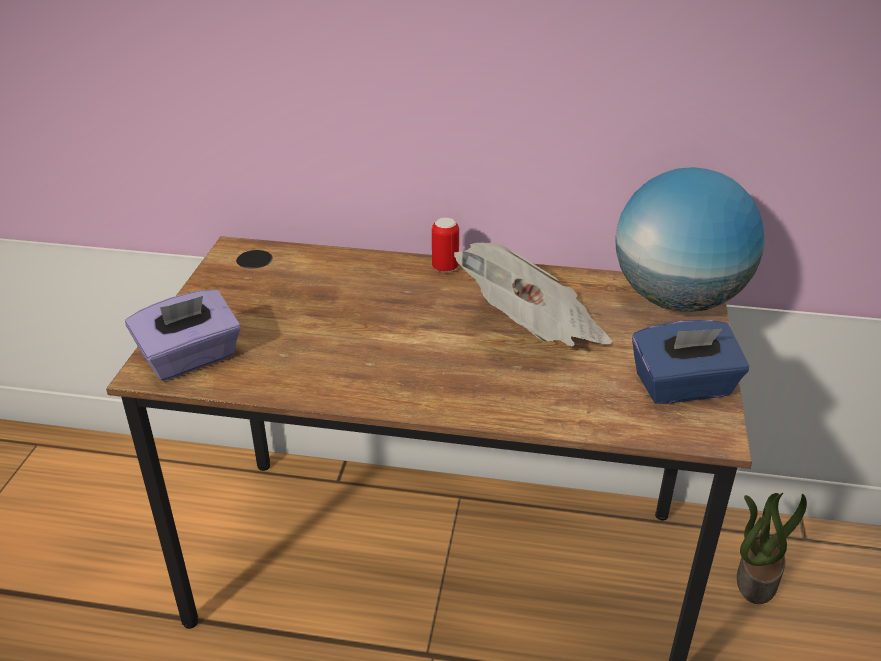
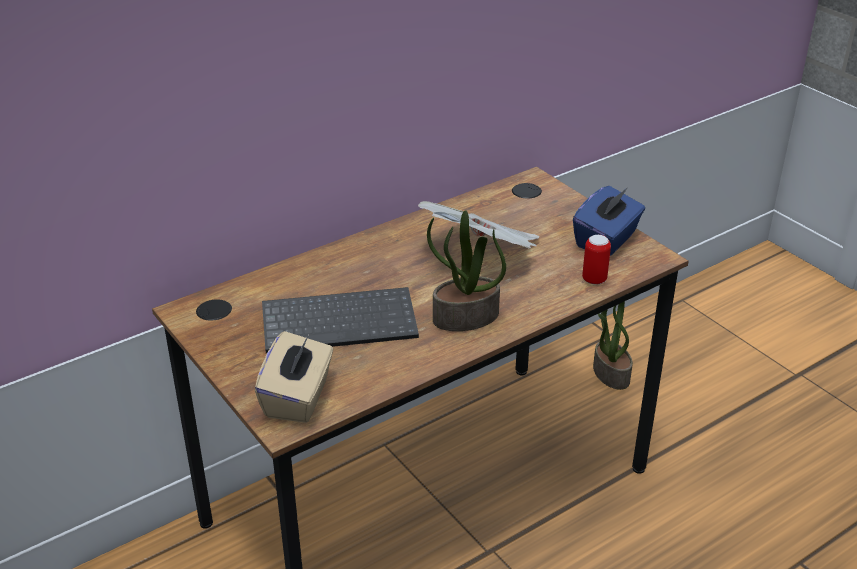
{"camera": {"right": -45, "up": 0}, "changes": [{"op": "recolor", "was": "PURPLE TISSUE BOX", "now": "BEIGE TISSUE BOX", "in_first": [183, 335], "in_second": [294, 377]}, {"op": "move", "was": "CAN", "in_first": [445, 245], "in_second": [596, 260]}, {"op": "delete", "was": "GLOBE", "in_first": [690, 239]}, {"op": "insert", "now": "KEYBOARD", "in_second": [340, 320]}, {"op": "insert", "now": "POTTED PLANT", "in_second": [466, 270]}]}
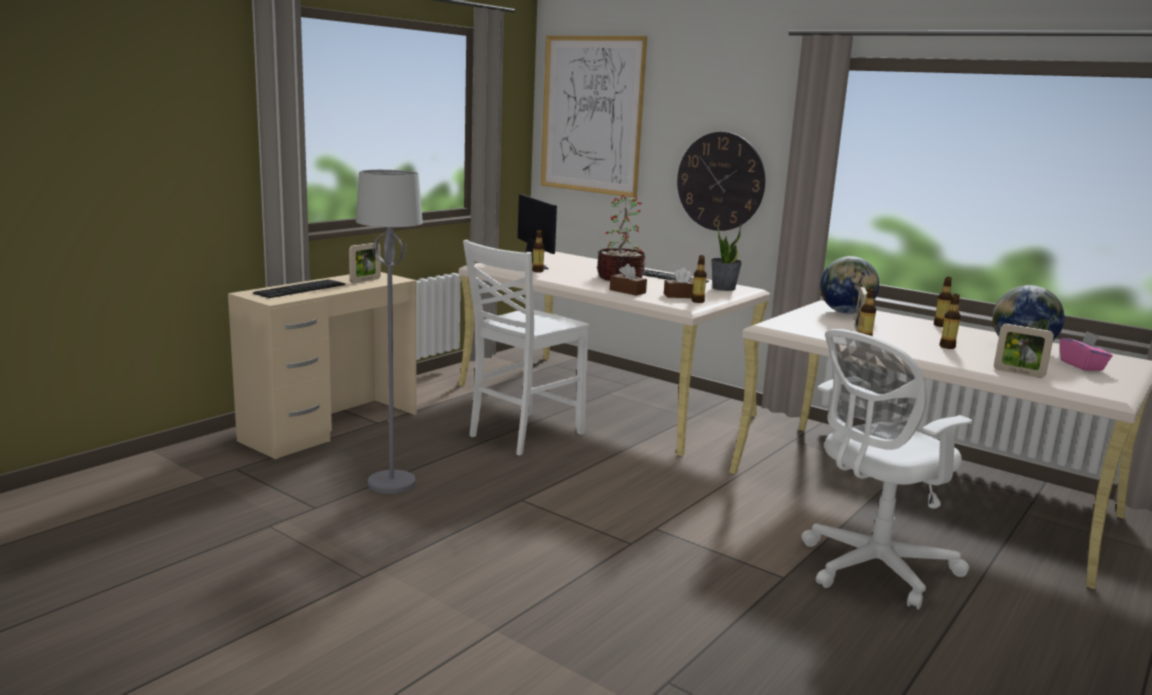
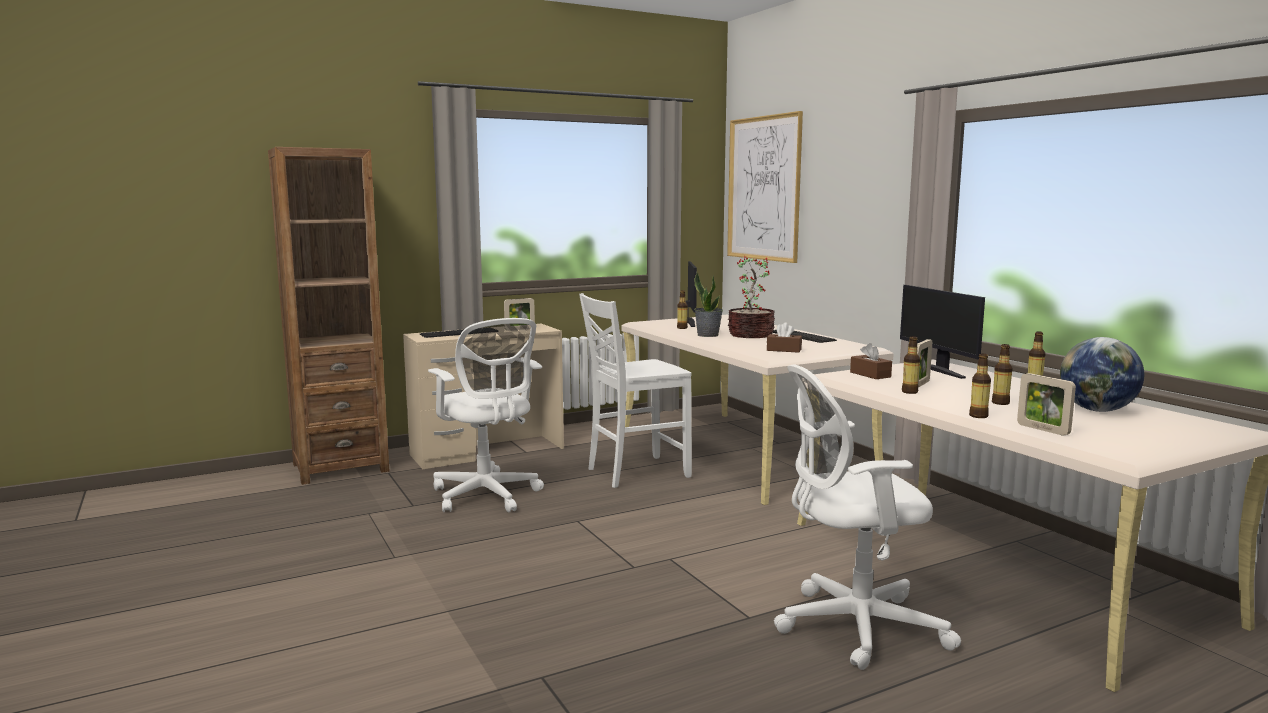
{"camera": {"right": 25, "up": -5}, "changes": [{"op": "replace", "was": "GREY FLOOR LAMP", "now": "WHITE OFFICE CHAIR", "in_first": [389, 332], "in_second": [486, 415]}, {"op": "move", "was": "BROWN TISSUE BOX", "in_first": [628, 280], "in_second": [871, 361]}, {"op": "delete", "was": "WALL CLOCK", "in_first": [721, 181]}, {"op": "move", "was": "BOTTLE", "in_first": [699, 279], "in_second": [980, 386]}, {"op": "move", "was": "POTTED PLANT", "in_first": [726, 255], "in_second": [708, 304]}, {"op": "replace", "was": "GLOBE", "now": "MONITOR", "in_first": [849, 285], "in_second": [942, 332]}, {"op": "delete", "was": "PINK TISSUE BOX", "in_first": [1086, 351]}, {"op": "insert", "now": "BROWN BOOKCASE", "in_second": [329, 316]}]}
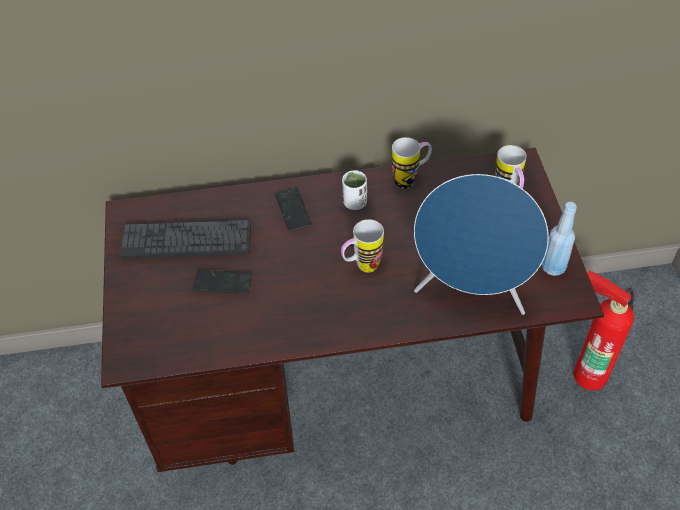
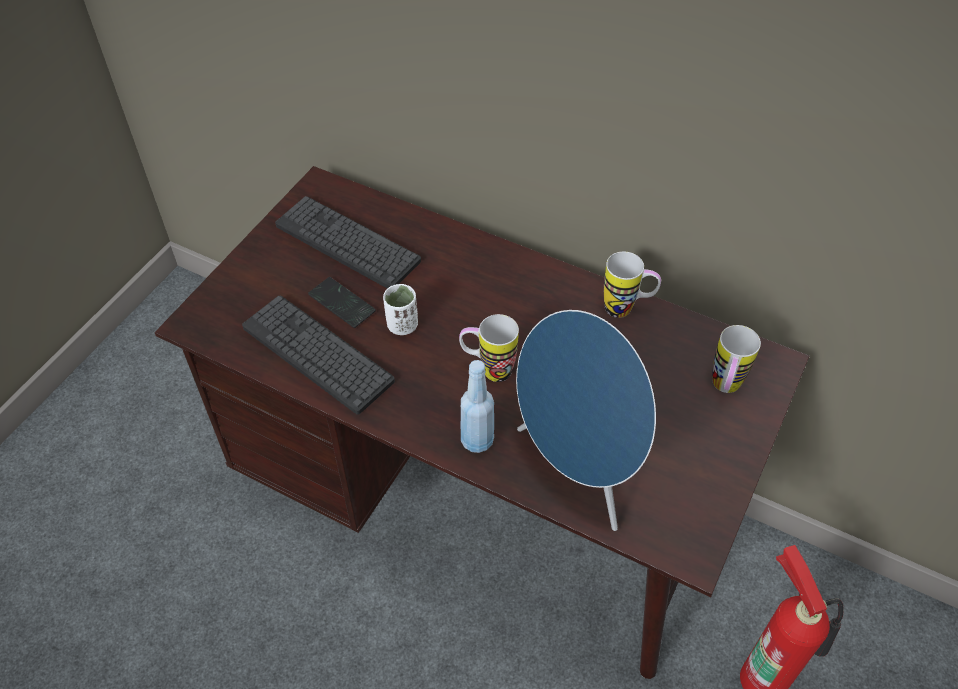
{"camera": {"right": 35, "up": 0}, "changes": [{"op": "delete", "was": "PHONE", "in_first": [293, 210]}, {"op": "move", "was": "WHITE CUP", "in_first": [354, 190], "in_second": [400, 309]}, {"op": "move", "was": "BLUE BOTTLE", "in_first": [559, 239], "in_second": [477, 406]}, {"op": "insert", "now": "KEYBOARD", "in_second": [318, 355]}]}
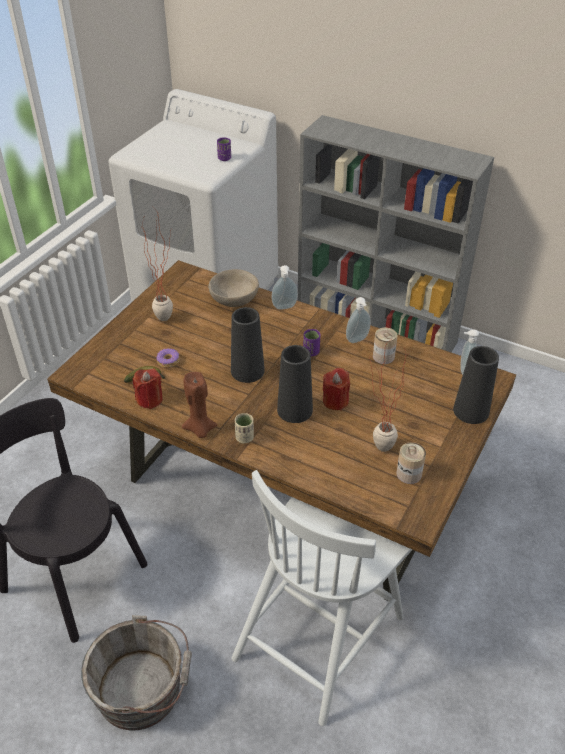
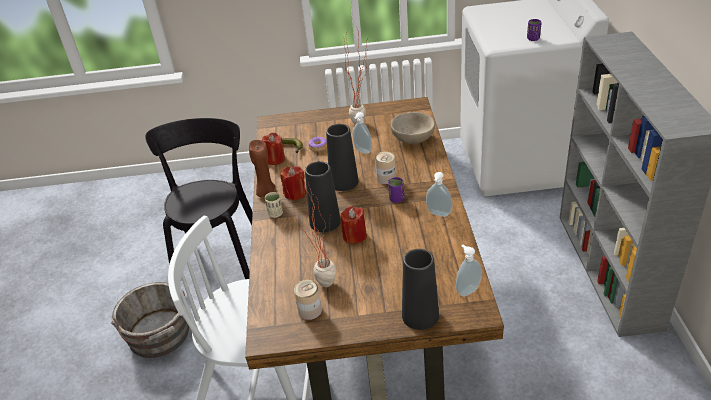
{"camera": {"right": 60, "up": -5}, "changes": [{"op": "move", "was": "SOAP DISPENSER", "in_first": [285, 287], "in_second": [362, 133]}, {"op": "move", "was": "CAN", "in_first": [385, 346], "in_second": [385, 168]}, {"op": "insert", "now": "RED CANDLE", "in_second": [293, 183]}]}
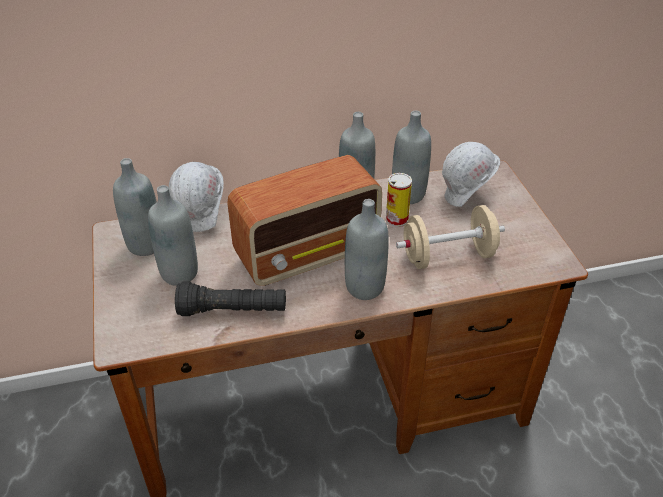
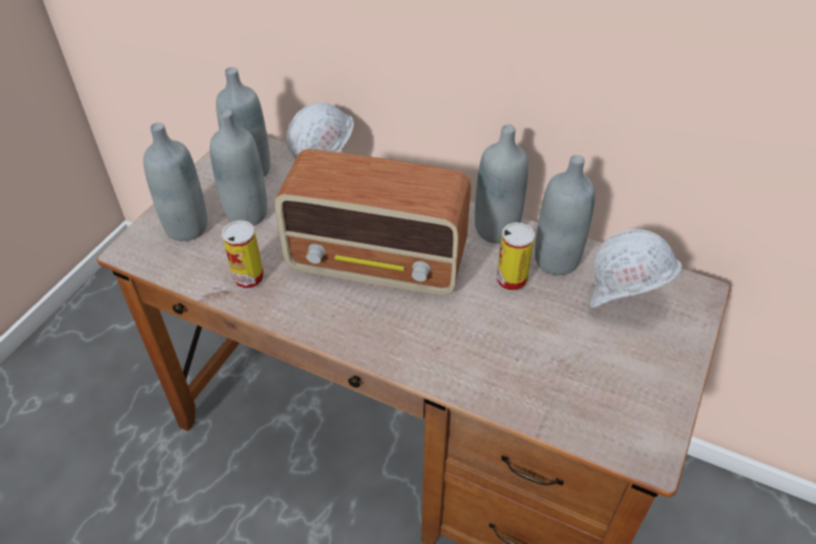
{"camera": {"right": 40, "up": 5}, "changes": [{"op": "replace", "was": "BLACK FLASHLIGHT", "now": "CAN", "in_first": [230, 299], "in_second": [243, 255]}, {"op": "move", "was": "GREY BOTTLE", "in_first": [367, 249], "in_second": [175, 182]}, {"op": "delete", "was": "BEIGE DUMBBELL", "in_first": [450, 237]}]}
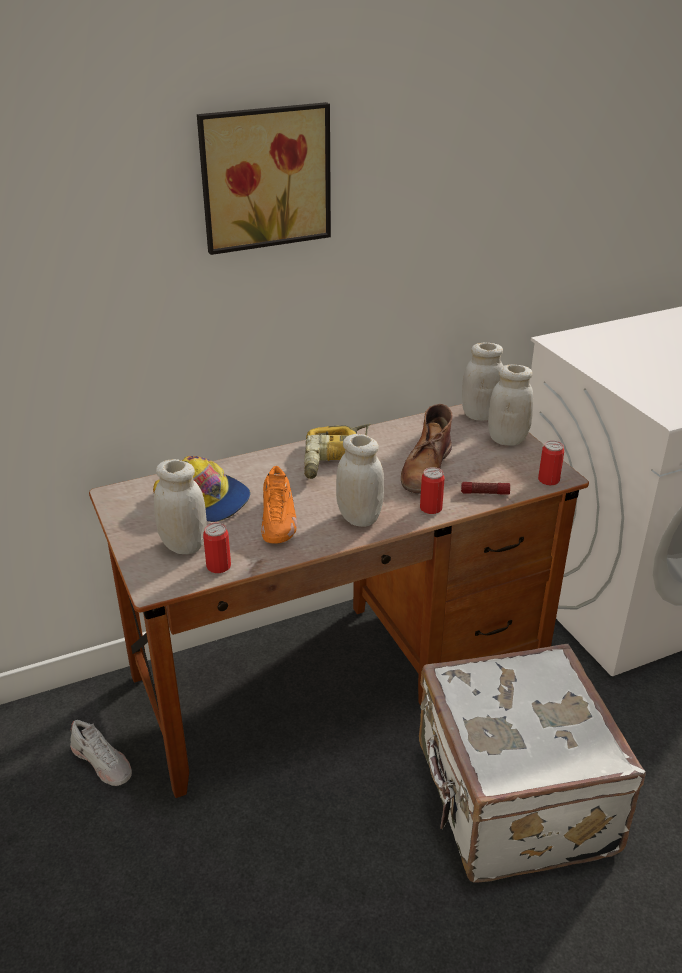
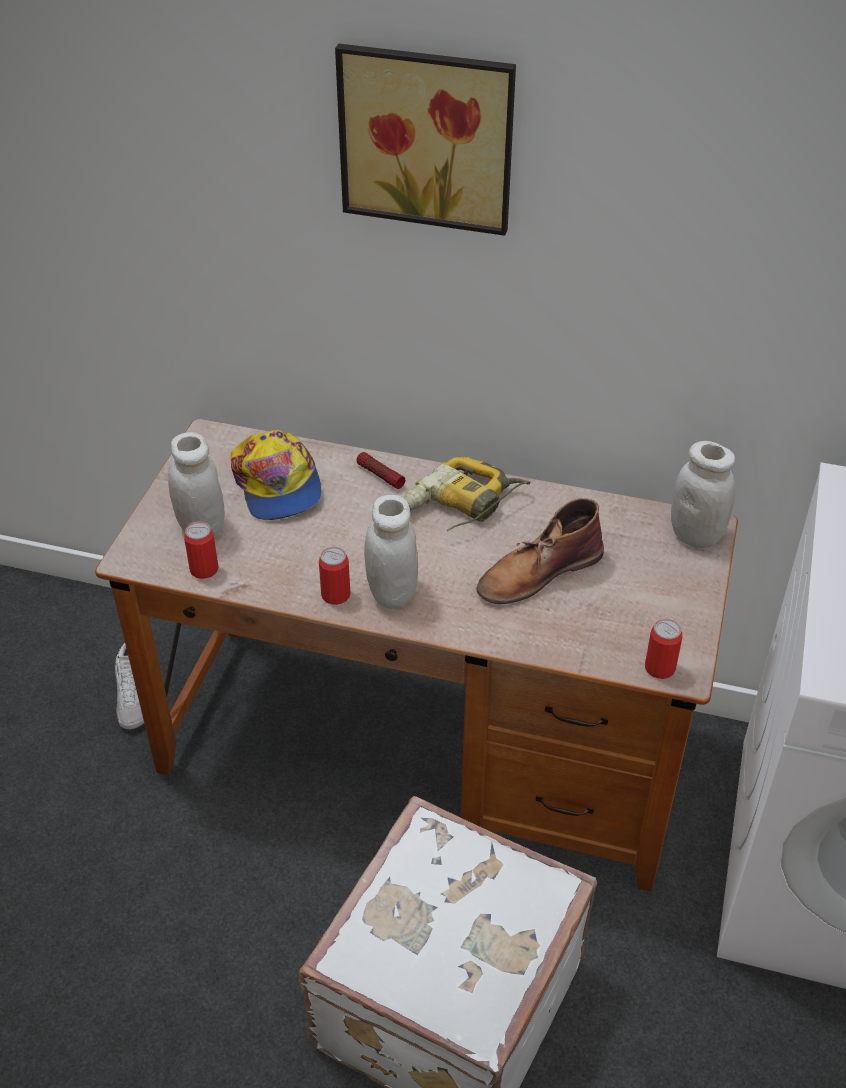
{"camera": {"right": 40, "up": 10}, "changes": [{"op": "delete", "was": "ORANGE SHOE", "in_first": [279, 505]}, {"op": "move", "was": "CAN", "in_first": [432, 490], "in_second": [334, 576]}, {"op": "move", "was": "FLASHLIGHT", "in_first": [485, 488], "in_second": [381, 470]}, {"op": "delete", "was": "WHITE JAR", "in_first": [510, 405]}]}
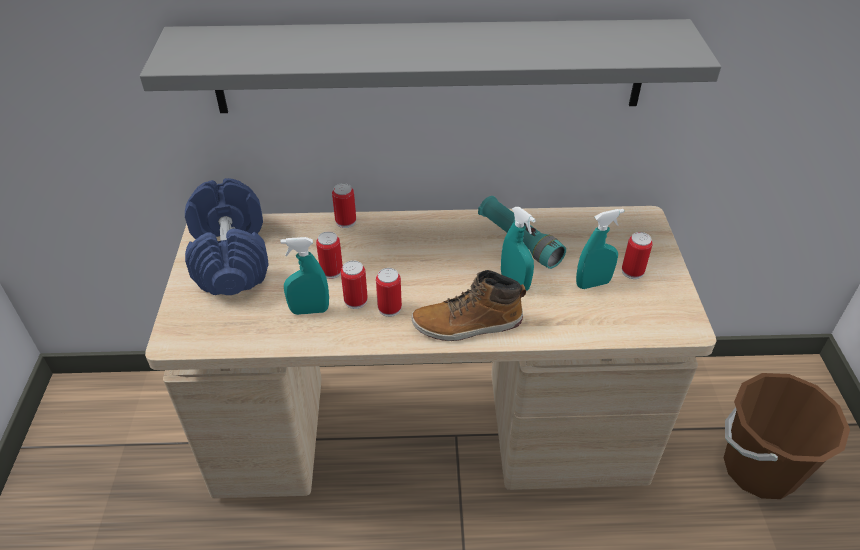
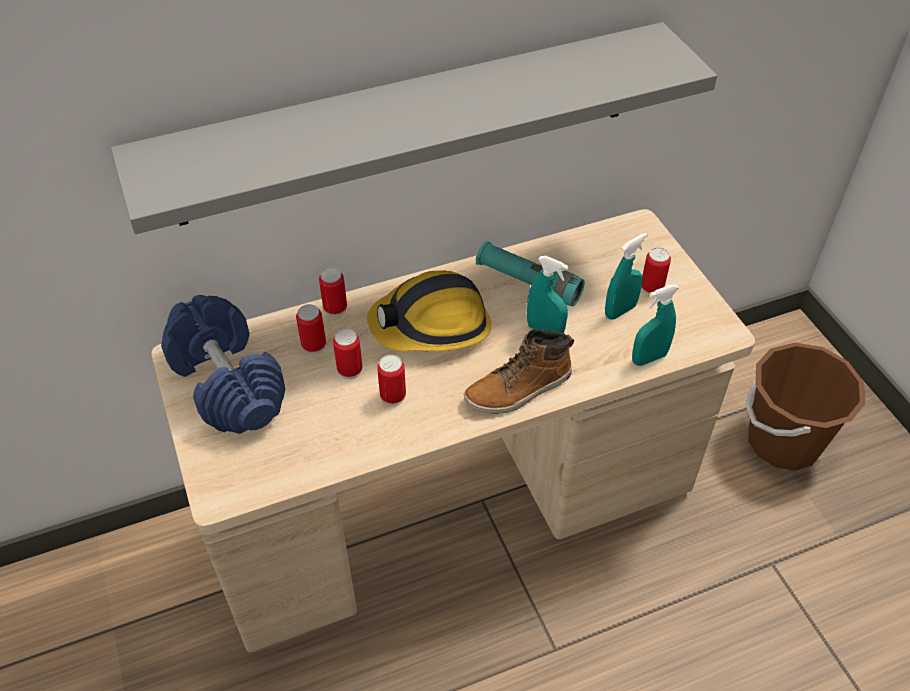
{"camera": {"right": -20, "up": 5}, "changes": [{"op": "move", "was": "TURQUOISE SPRAY BOTTLE", "in_first": [305, 276], "in_second": [655, 325]}, {"op": "move", "was": "CAN", "in_first": [389, 292], "in_second": [311, 329]}, {"op": "insert", "now": "HARD HAT", "in_second": [429, 311]}]}
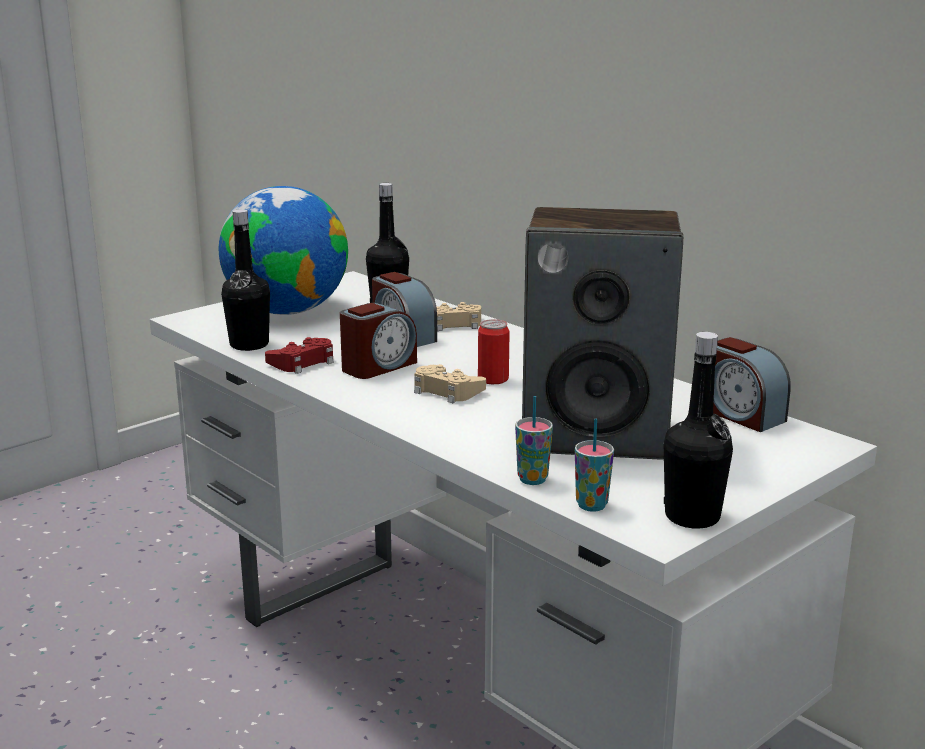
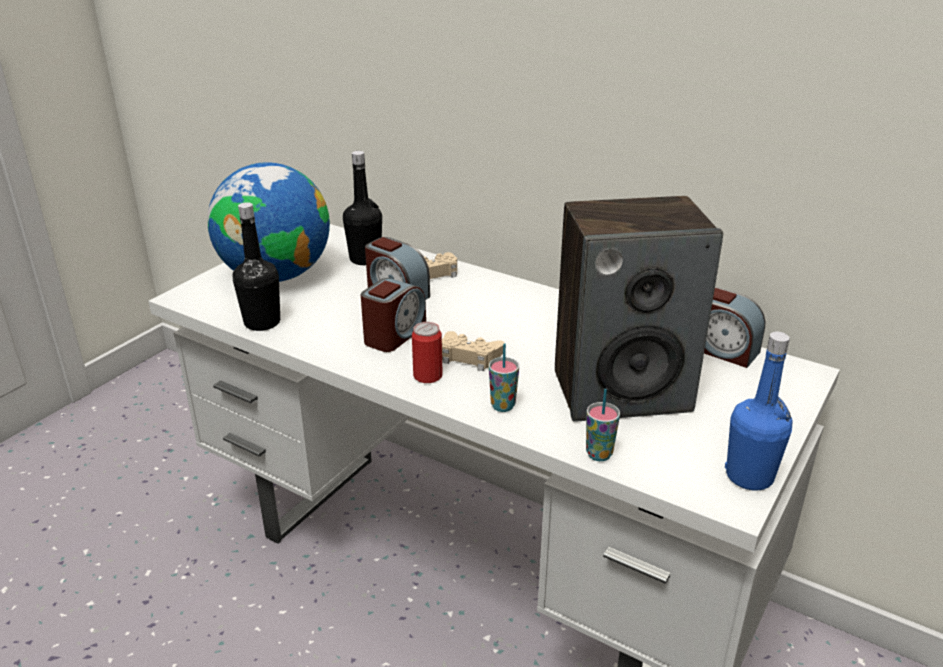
{"camera": {"right": -15, "up": 10}, "changes": [{"op": "delete", "was": "RED GAME CONTROLLER", "in_first": [299, 355]}, {"op": "move", "was": "CAN", "in_first": [494, 351], "in_second": [427, 352]}, {"op": "move", "was": "CUP", "in_first": [594, 465], "in_second": [504, 377]}, {"op": "recolor", "was": "BLACK BOTTLE", "now": "BLUE BOTTLE", "in_first": [698, 430], "in_second": [758, 411]}]}
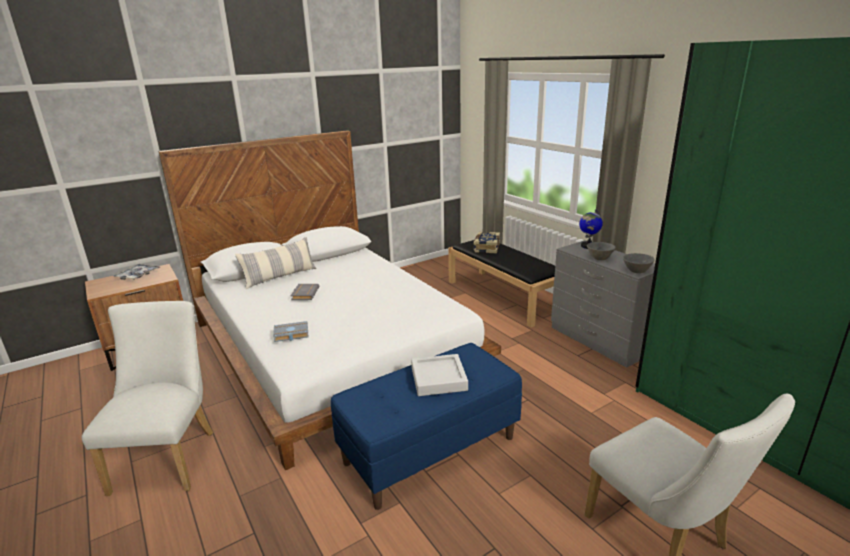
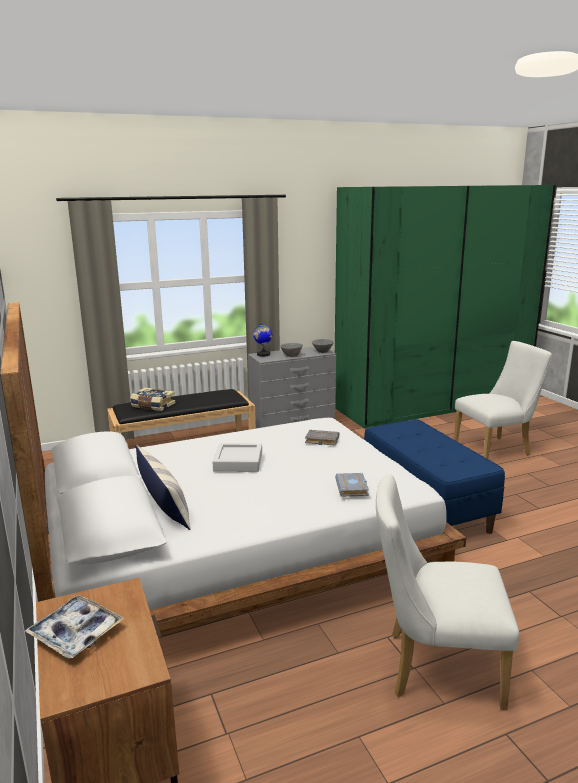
{"camera": {"right": -80, "up": -5}, "changes": [{"op": "move", "was": "GREY BOOK", "in_first": [305, 292], "in_second": [322, 438]}, {"op": "move", "was": "GREY TRAY", "in_first": [439, 375], "in_second": [237, 457]}]}
